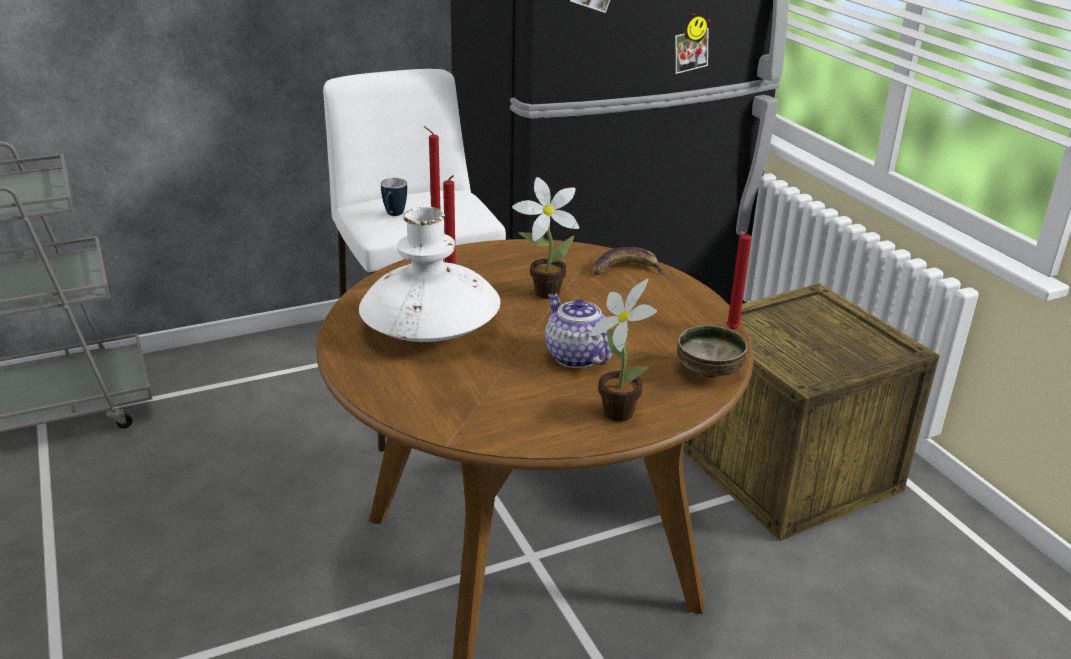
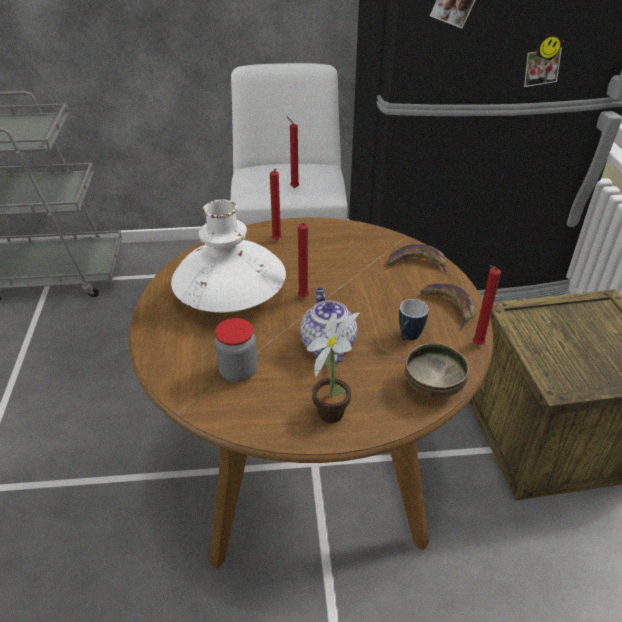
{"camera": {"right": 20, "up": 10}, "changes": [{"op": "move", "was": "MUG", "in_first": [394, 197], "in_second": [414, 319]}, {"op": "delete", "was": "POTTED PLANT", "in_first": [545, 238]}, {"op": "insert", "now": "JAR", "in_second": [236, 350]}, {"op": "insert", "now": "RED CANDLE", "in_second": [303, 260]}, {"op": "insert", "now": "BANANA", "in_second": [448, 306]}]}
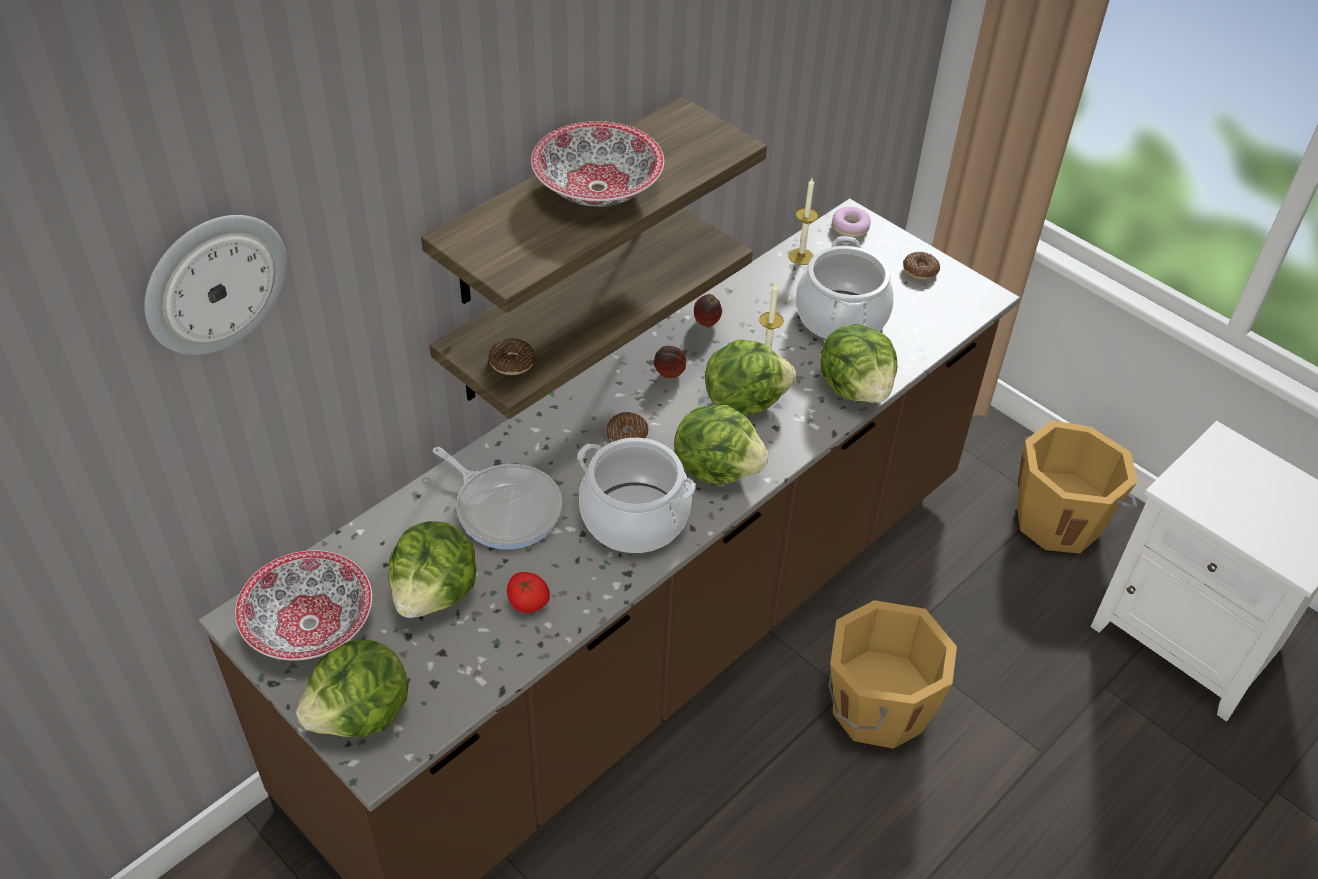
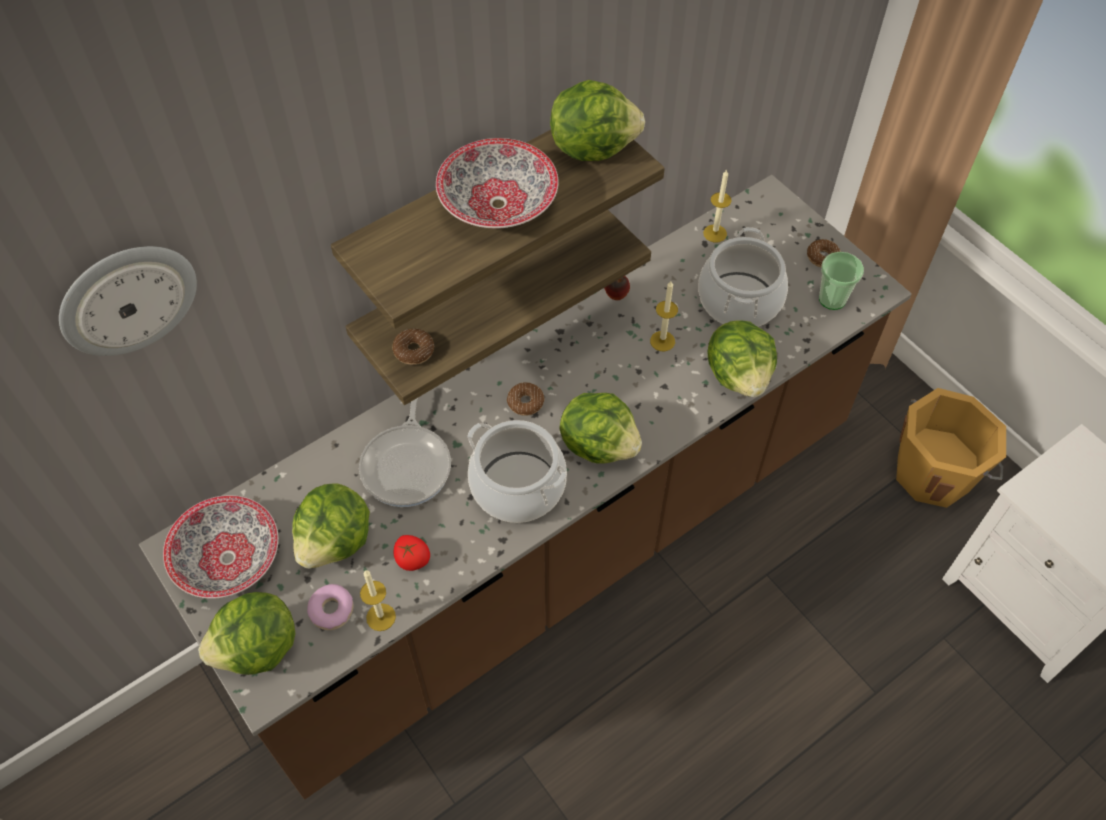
{"camera": {"right": 10, "up": 10}, "changes": [{"op": "rotate", "was": "FRYING PAN", "in_first": [497, 498], "in_second": [405, 452], "clockwise": 45}, {"op": "delete", "was": "APPLE", "in_first": [670, 362]}, {"op": "move", "was": "LETTUCE", "in_first": [750, 377], "in_second": [597, 120]}, {"op": "delete", "was": "ORANGE BUCKET", "in_first": [892, 674]}, {"op": "move", "was": "DONUT", "in_first": [851, 222], "in_second": [330, 607]}, {"op": "insert", "now": "CANDLE", "in_second": [378, 600]}, {"op": "insert", "now": "CUP", "in_second": [841, 281]}]}
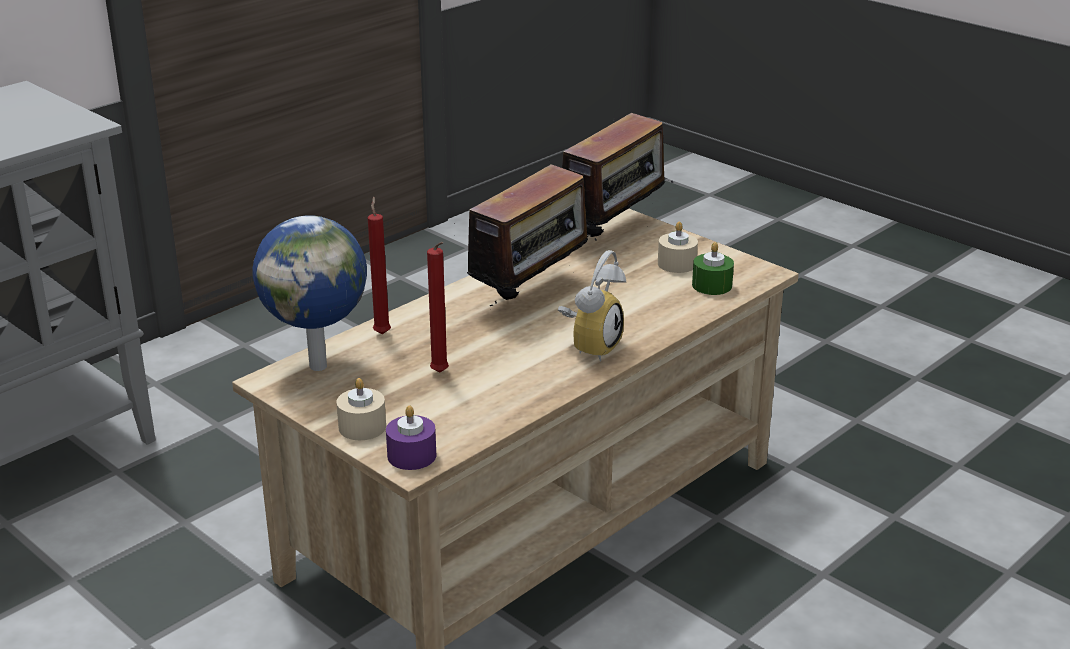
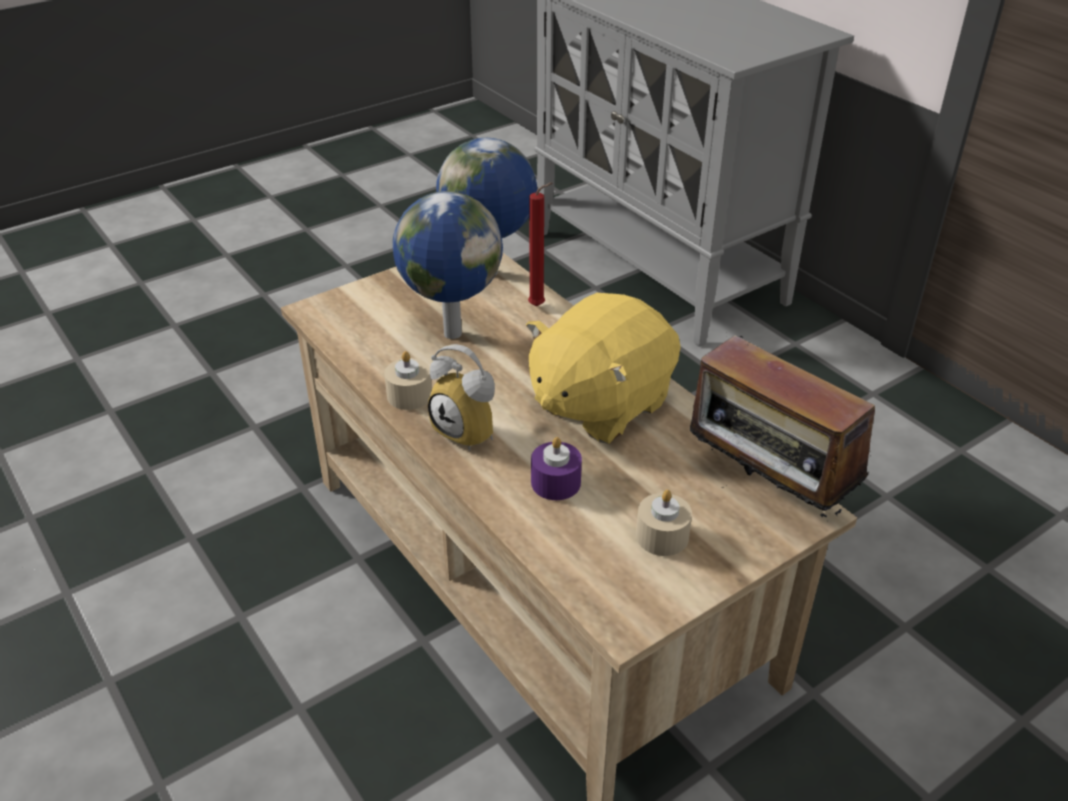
{"camera": {"right": 100, "up": 10}, "changes": [{"op": "move", "was": "BEIGE CANDLE", "in_first": [361, 409], "in_second": [408, 380]}, {"op": "move", "was": "PURPLE CANDLE", "in_first": [411, 437], "in_second": [556, 468]}, {"op": "replace", "was": "RED CANDLE", "now": "GLOBE", "in_first": [438, 307], "in_second": [448, 265]}, {"op": "replace", "was": "RADIO", "now": "YELLOW PLUSH TOY", "in_first": [525, 235], "in_second": [603, 368]}, {"op": "delete", "was": "GREEN CANDLE", "in_first": [713, 268]}]}
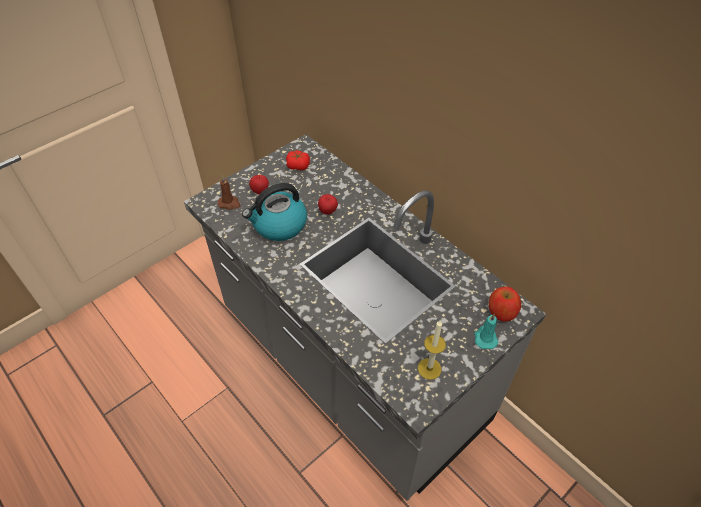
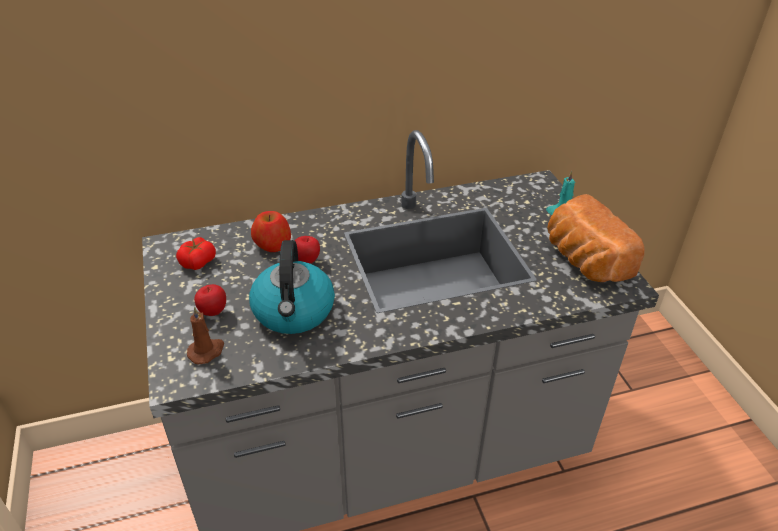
{"camera": {"right": -65, "up": -10}, "changes": [{"op": "replace", "was": "CANDLE", "now": "BREAD", "in_first": [432, 350], "in_second": [596, 238]}, {"op": "move", "was": "APPLE", "in_first": [505, 304], "in_second": [271, 231]}]}
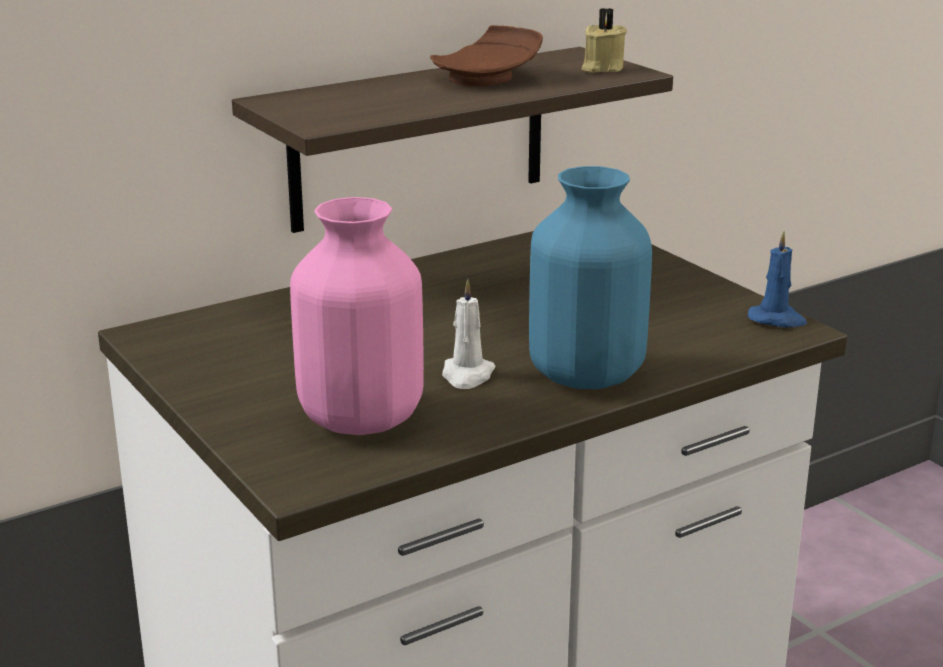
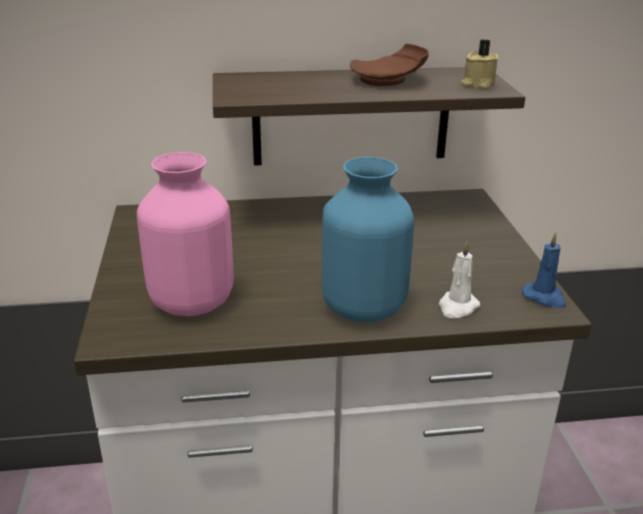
{"camera": {"right": 25, "up": 5}, "changes": [{"op": "move", "was": "WHITE CANDLE", "in_first": [469, 334], "in_second": [459, 279]}]}
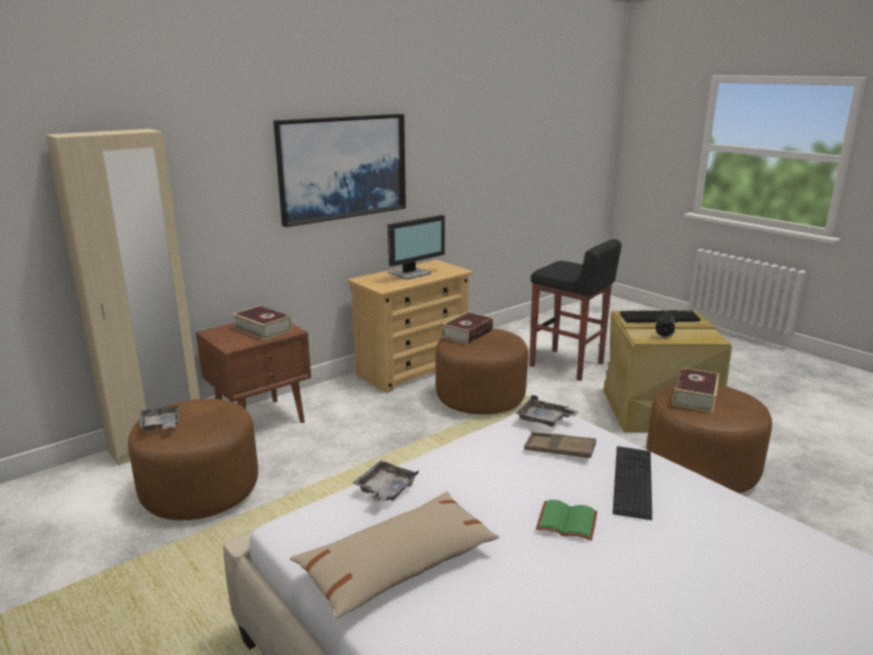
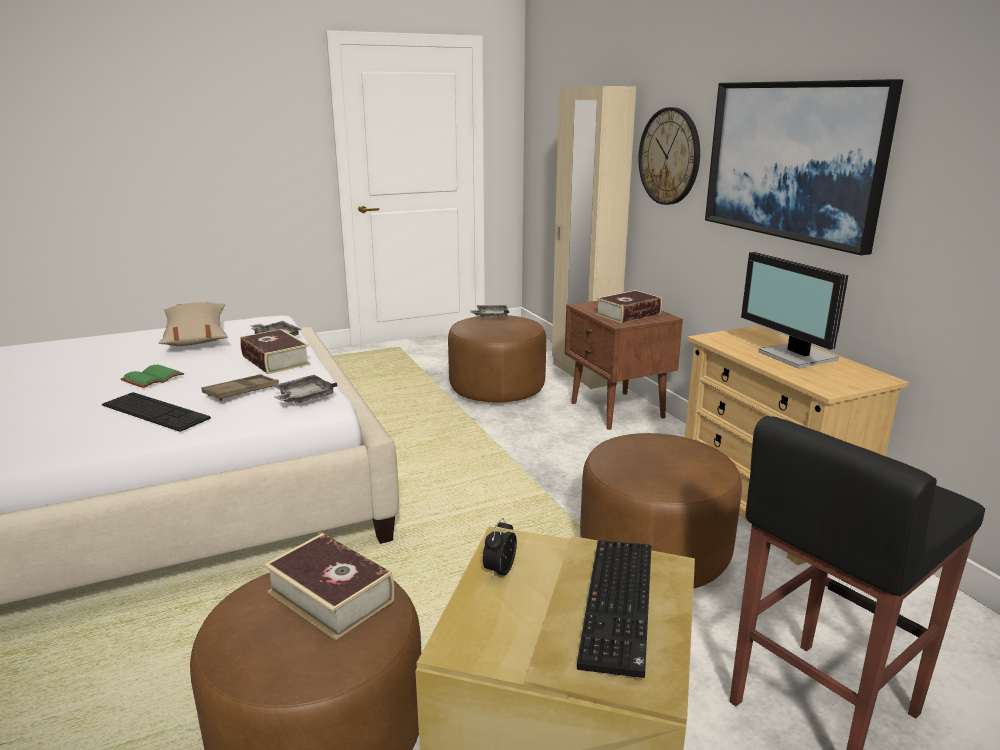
{"camera": {"right": 105, "up": 0}, "changes": [{"op": "move", "was": "BOOK", "in_first": [467, 328], "in_second": [275, 351]}, {"op": "insert", "now": "WALL CLOCK", "in_second": [669, 156]}]}
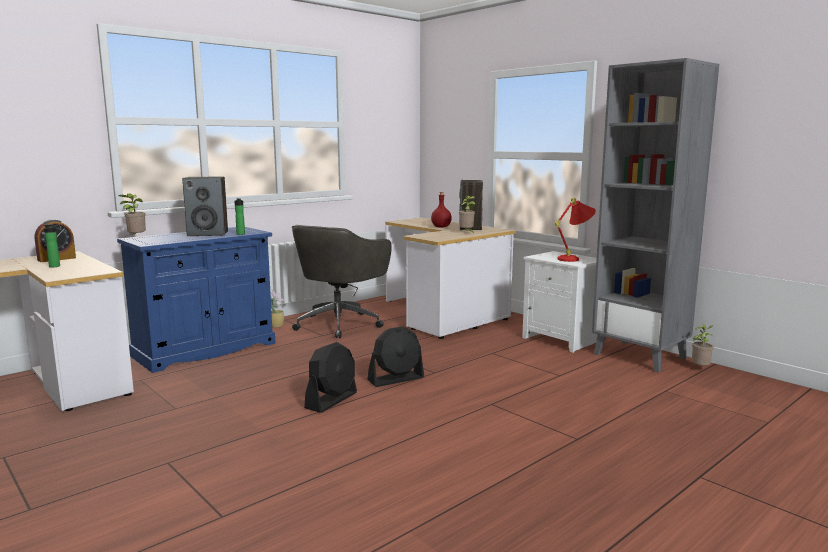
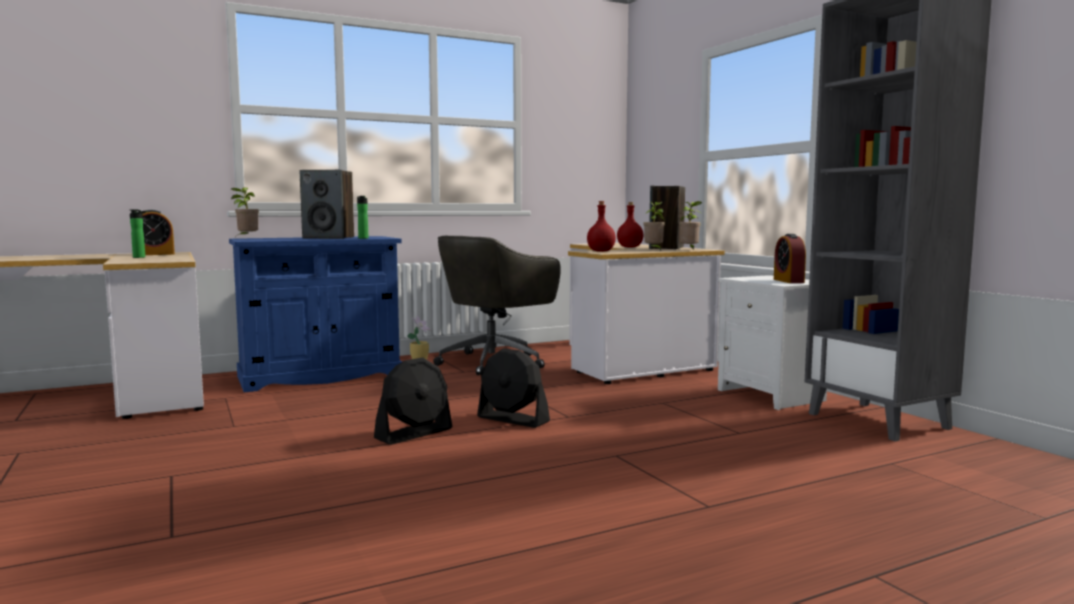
{"camera": {"right": 15, "up": -5}, "changes": [{"op": "rotate", "was": "BLACK FAN", "in_first": [395, 356], "in_second": [513, 388], "clockwise": 45}, {"op": "replace", "was": "RED TABLE LAMP", "now": "ALARM CLOCK", "in_first": [575, 230], "in_second": [790, 258]}, {"op": "move", "was": "POTTED PLANT", "in_first": [703, 345], "in_second": [690, 225]}, {"op": "insert", "now": "RED BOTTLE", "in_second": [601, 226]}]}
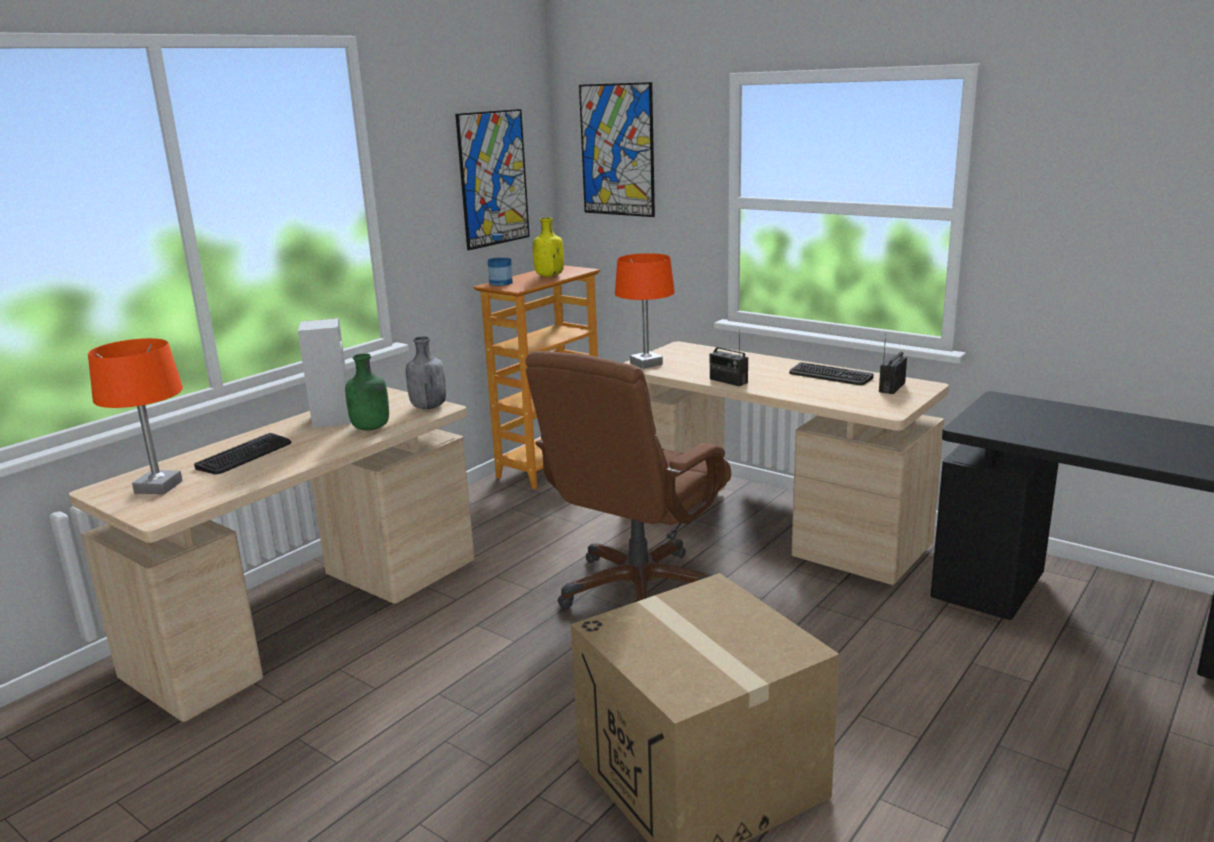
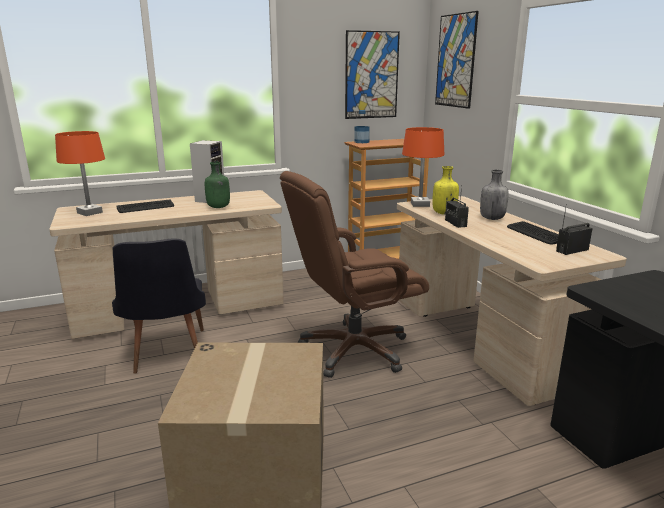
{"camera": {"right": 30, "up": 0}, "changes": [{"op": "move", "was": "GREY BOTTLE", "in_first": [426, 372], "in_second": [494, 195]}, {"op": "move", "was": "YELLOW BOTTLE", "in_first": [548, 247], "in_second": [445, 190]}, {"op": "insert", "now": "BLACK CHAIR", "in_second": [159, 306]}]}
